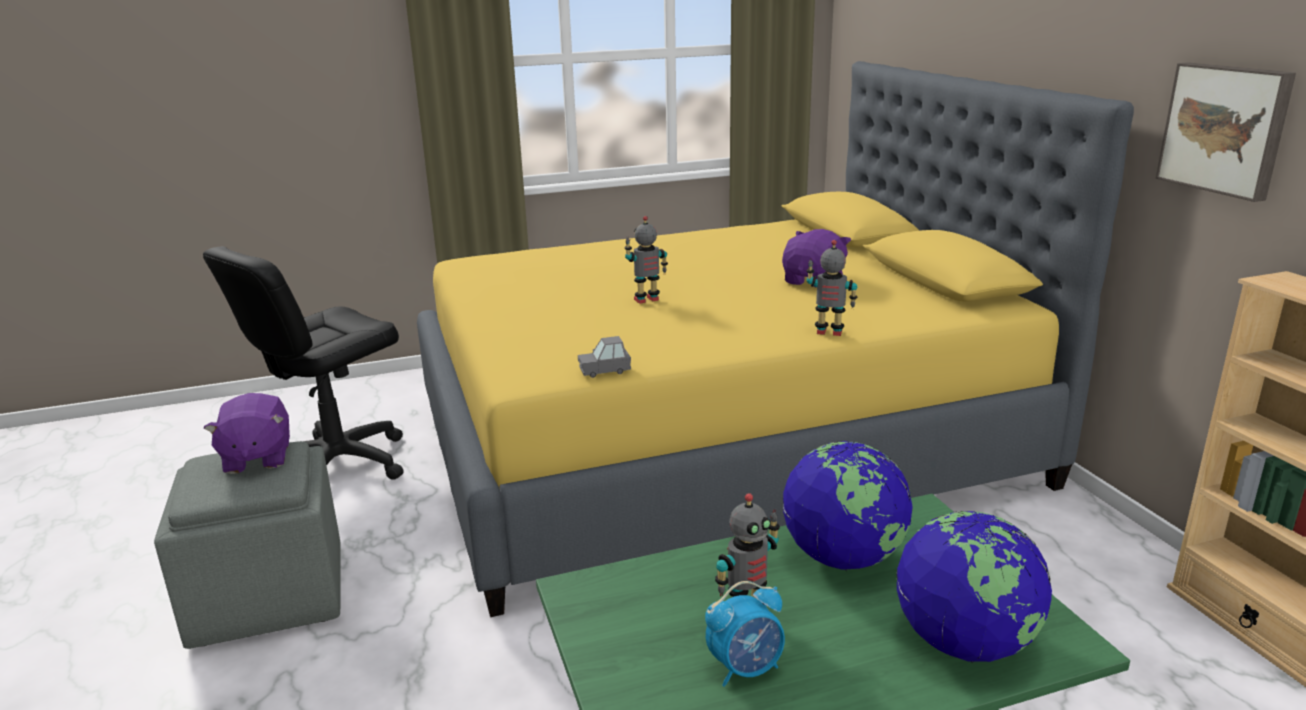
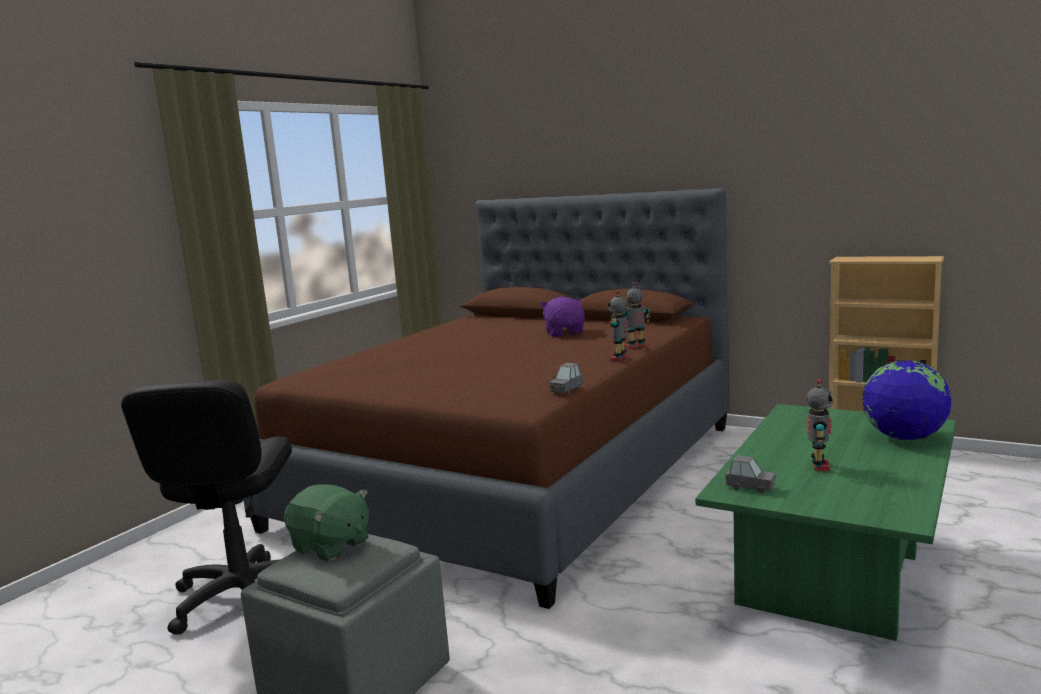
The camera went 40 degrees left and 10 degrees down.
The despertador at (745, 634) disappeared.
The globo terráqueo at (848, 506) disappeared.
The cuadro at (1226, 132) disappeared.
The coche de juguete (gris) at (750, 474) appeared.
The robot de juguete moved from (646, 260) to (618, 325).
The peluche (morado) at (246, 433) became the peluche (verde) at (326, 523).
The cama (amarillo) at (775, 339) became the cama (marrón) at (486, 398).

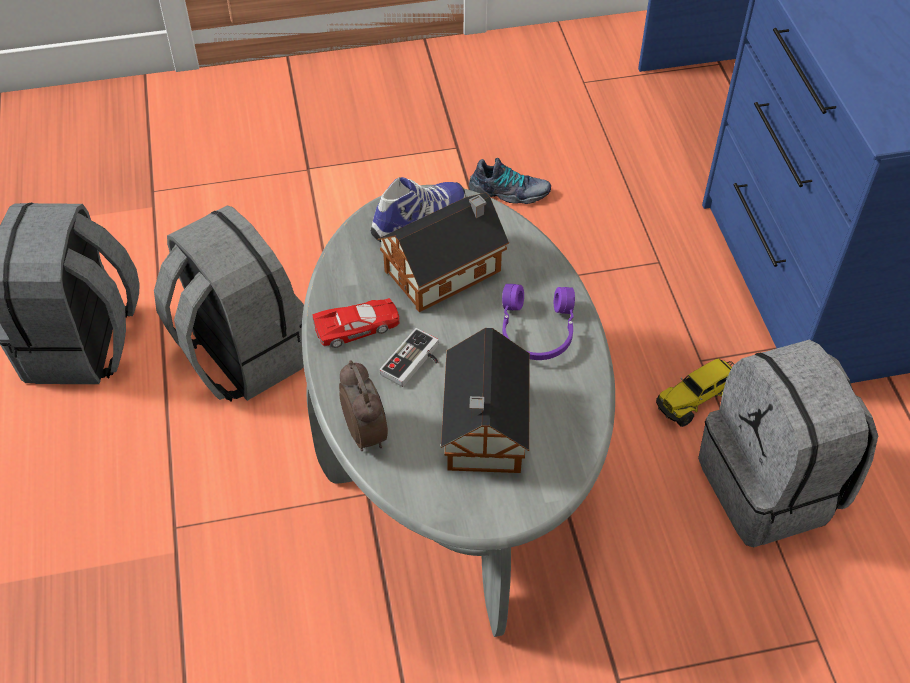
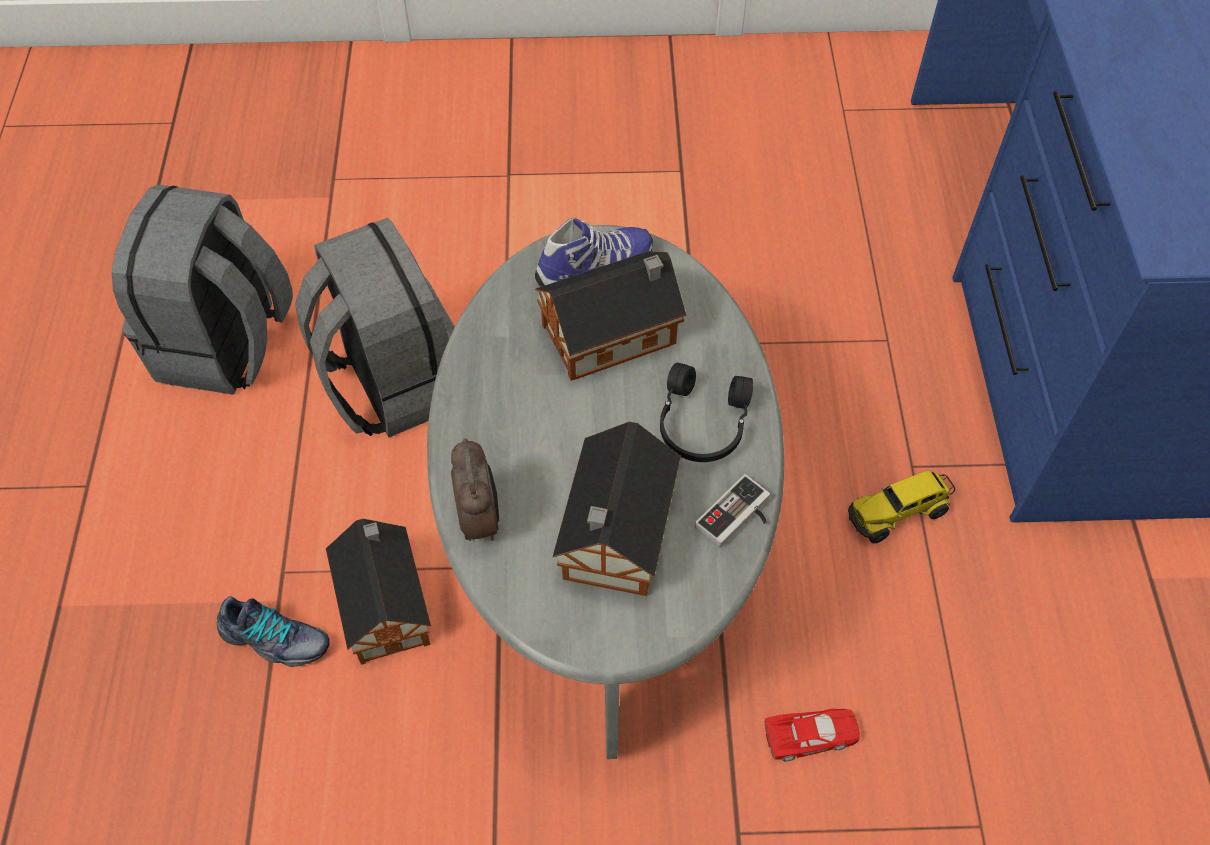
The camera went 10 degrees right and 5 degrees up.
The mochila (gris) at (788, 443) disappeared.
The casita at (378, 592) appeared.
The coche de juguete (rojo) moved from (356, 323) to (812, 735).
The mando de consola moved from (409, 357) to (732, 511).
The zapato moved from (510, 181) to (273, 631).
The auriculares (morado) at (538, 322) became the auriculares (negro) at (706, 412).

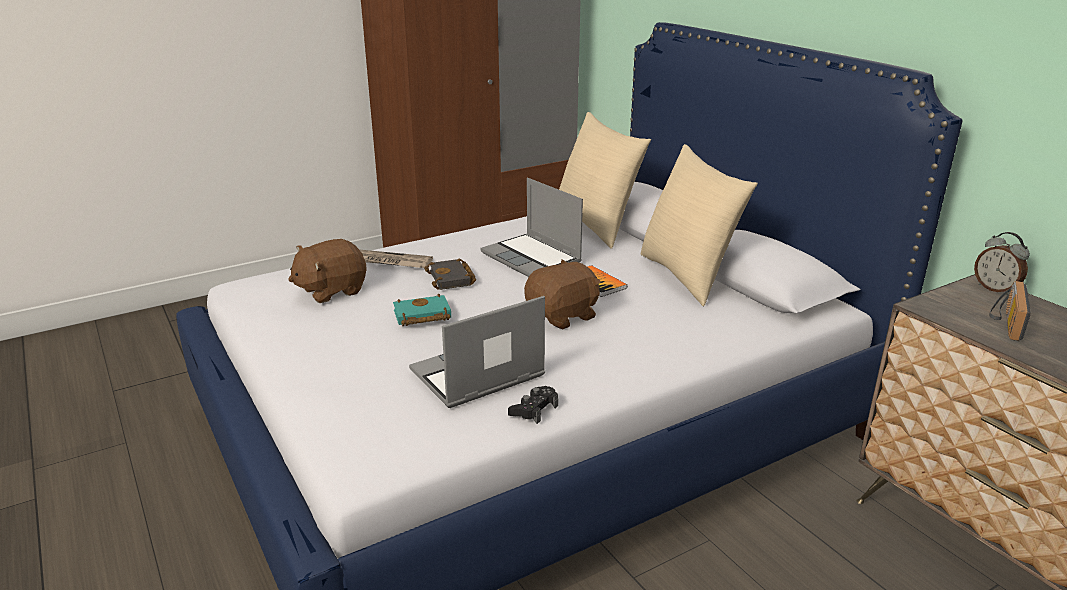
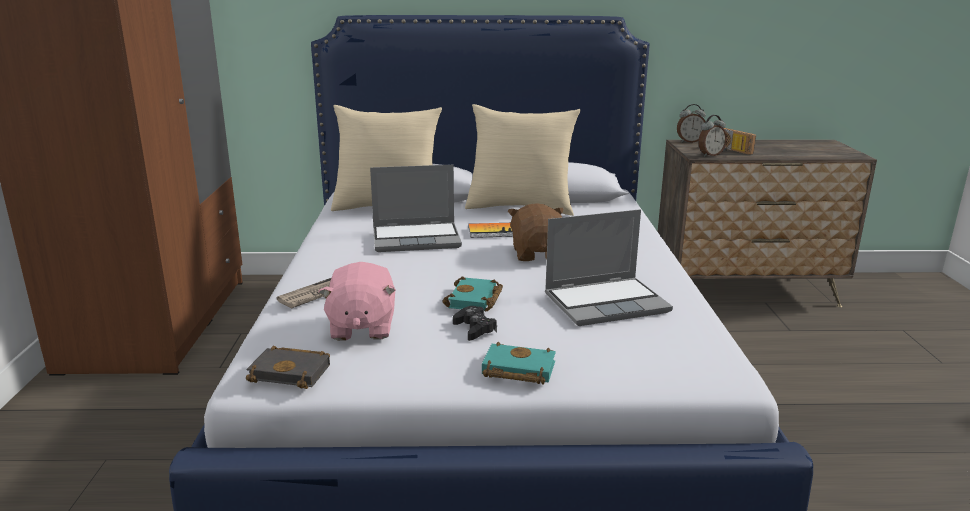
The camera went 60 degrees left and 5 degrees down.
The libro (turquesa) at (519, 363) appeared.
The despertador at (712, 136) appeared.
The libro (negro) moved from (450, 274) to (288, 367).
The mando de consola (negro) moved from (533, 405) to (475, 323).
The peluche (marrón) at (327, 271) became the peluche (rosa) at (357, 301).
The portátil at (477, 352) turned 105 degrees counterclockwise.

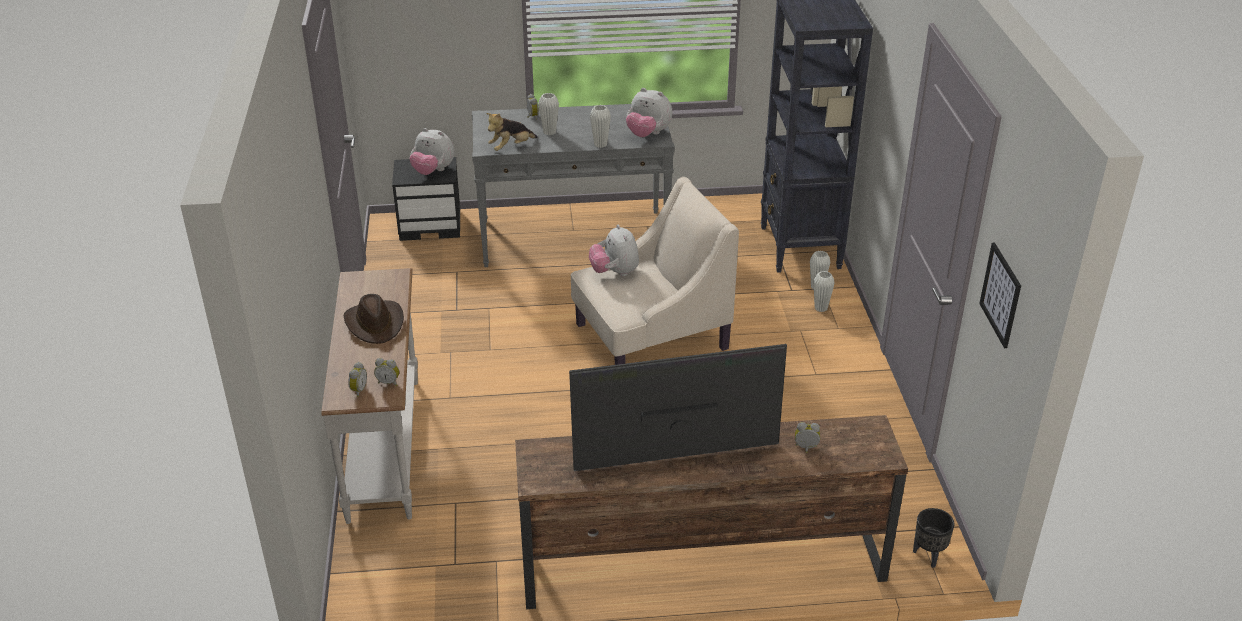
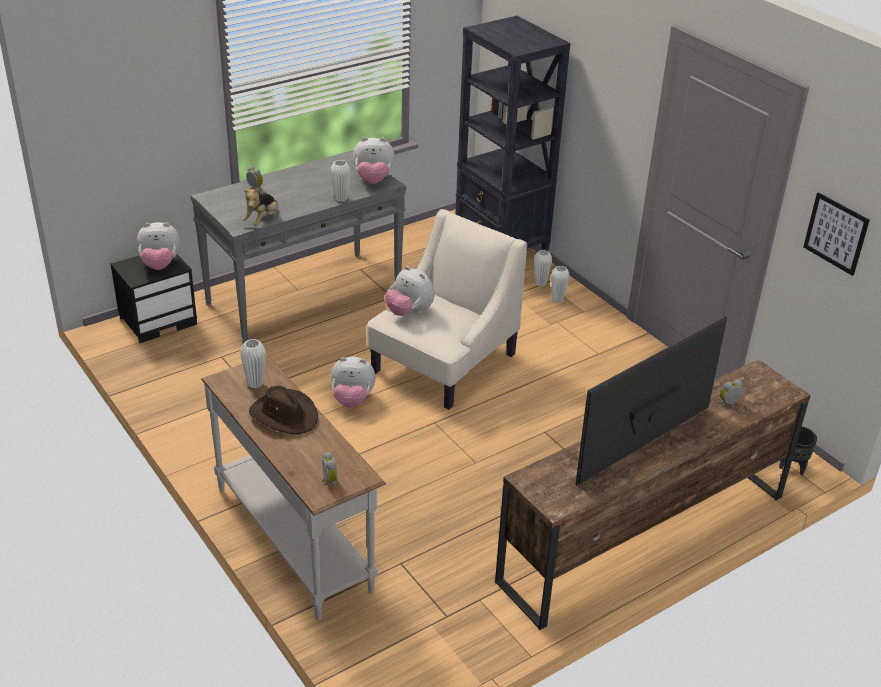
The camera went 30 degrees left and 0 degrees up.
The despertador at (386, 372) disappeared.
The peluche at (353, 382) appeared.
The florero (blanco) moved from (548, 114) to (253, 363).

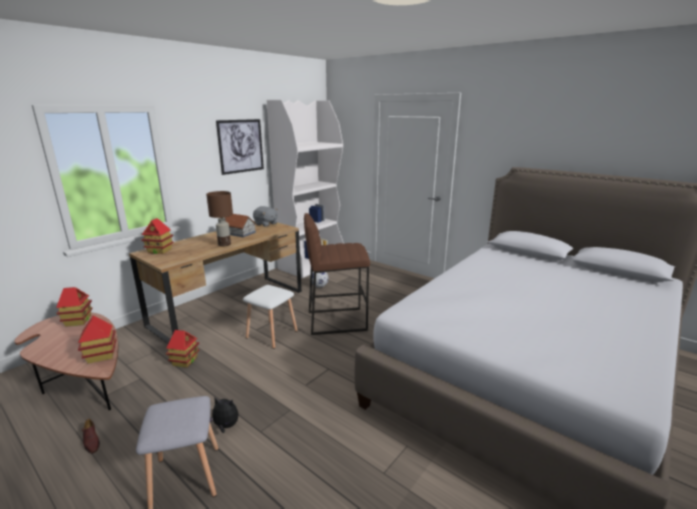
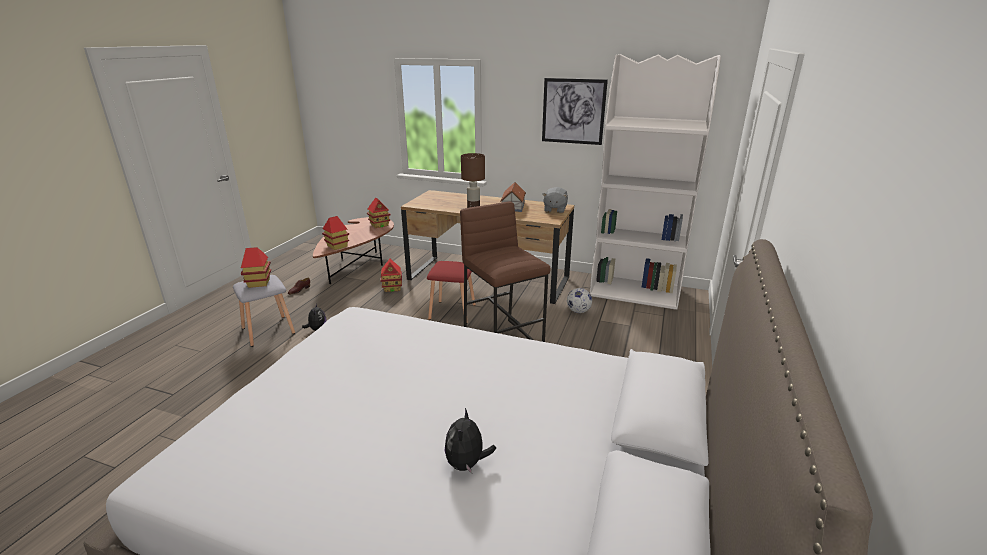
The camera went 70 degrees right and 5 degrees up.
The peluche at (470, 441) appeared.
The casita moved from (157, 236) to (256, 267).
The taburete (blanco) at (270, 317) became the taburete (rojo) at (451, 290).

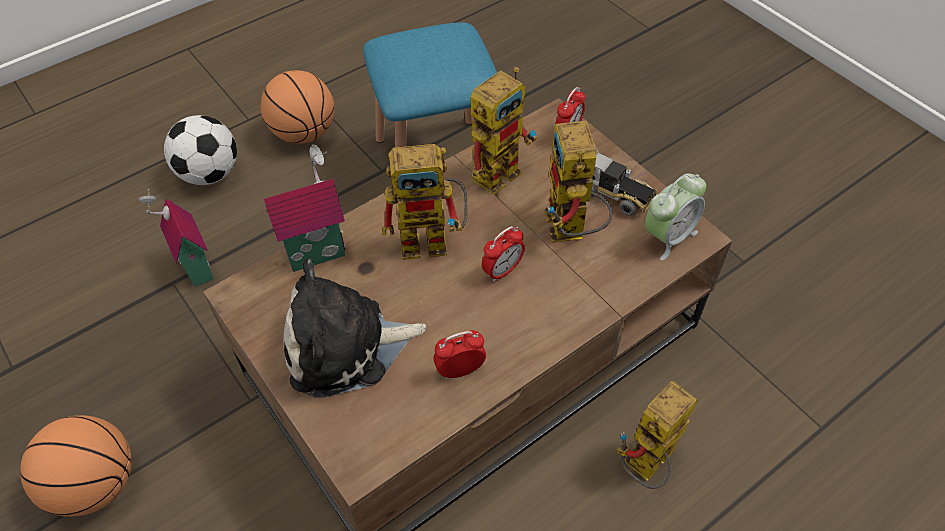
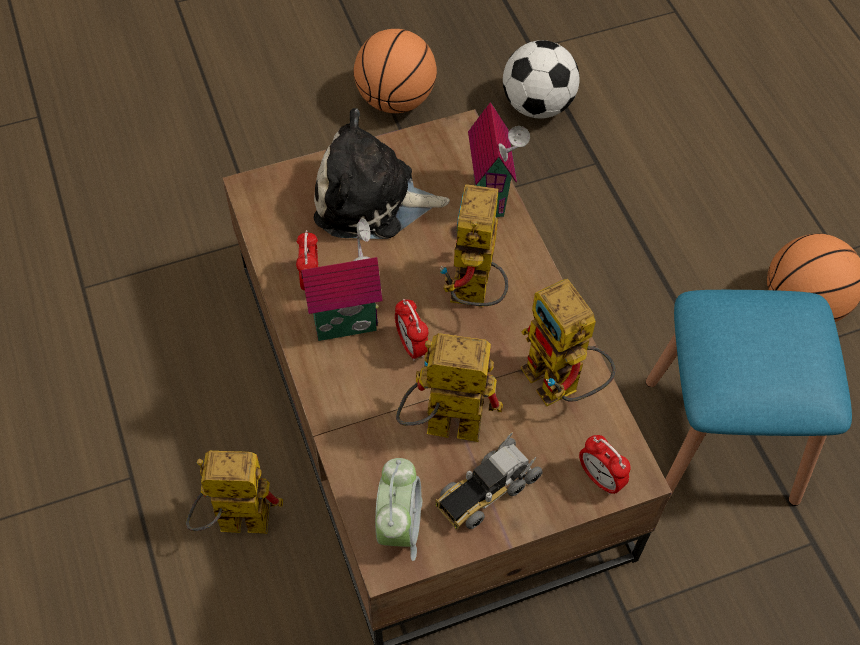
The camera went 105 degrees right and 5 degrees up.
The casita moved from (176, 238) to (342, 279).
The balón de fútbol moved from (200, 150) to (541, 79).
The peluche at (354, 328) turned 90 degrees counterclockwise.
The robot de juguete at (657, 435) turned 60 degrees counterclockwise.
The despertador at (675, 217) turned 150 degrees counterclockwise.

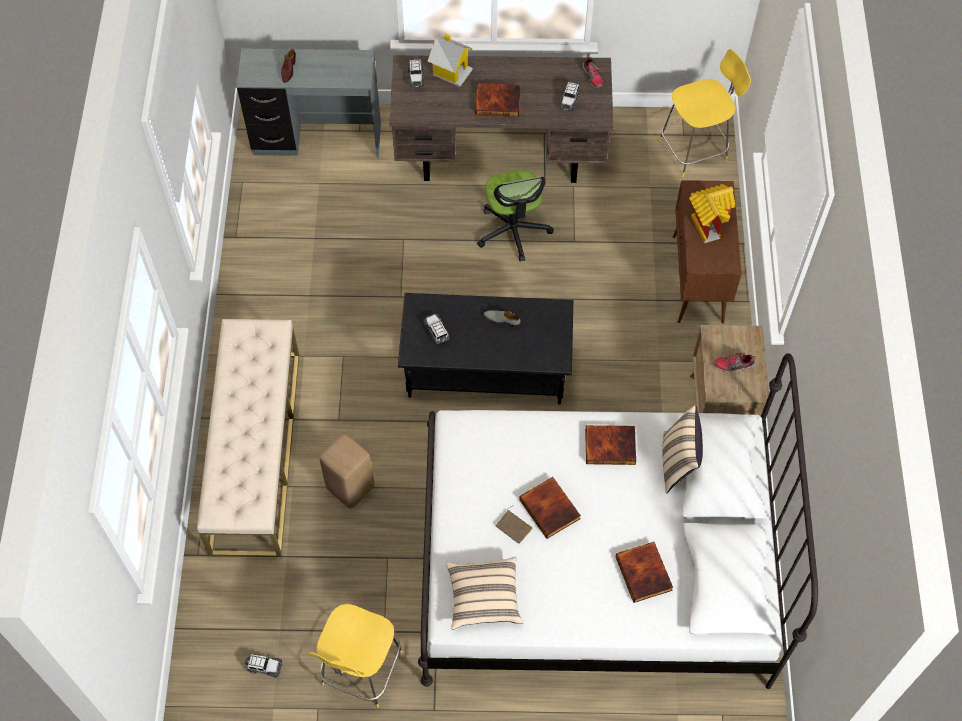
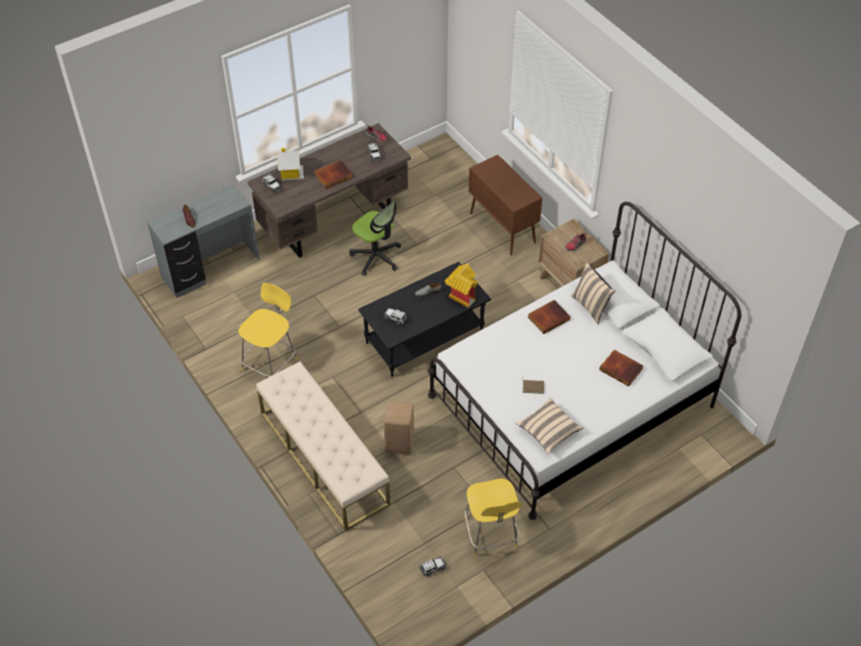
The camera went 35 degrees left and 10 degrees down.
The libro at (550, 508) disappeared.
The silla (amarillo) moved from (705, 113) to (267, 330).
The casita moved from (712, 213) to (461, 285).

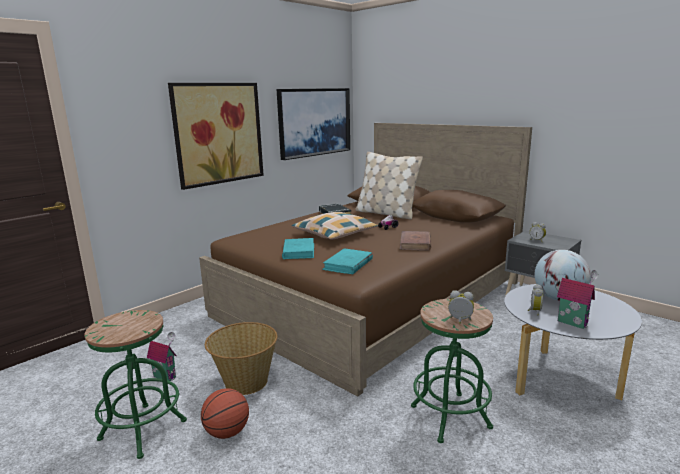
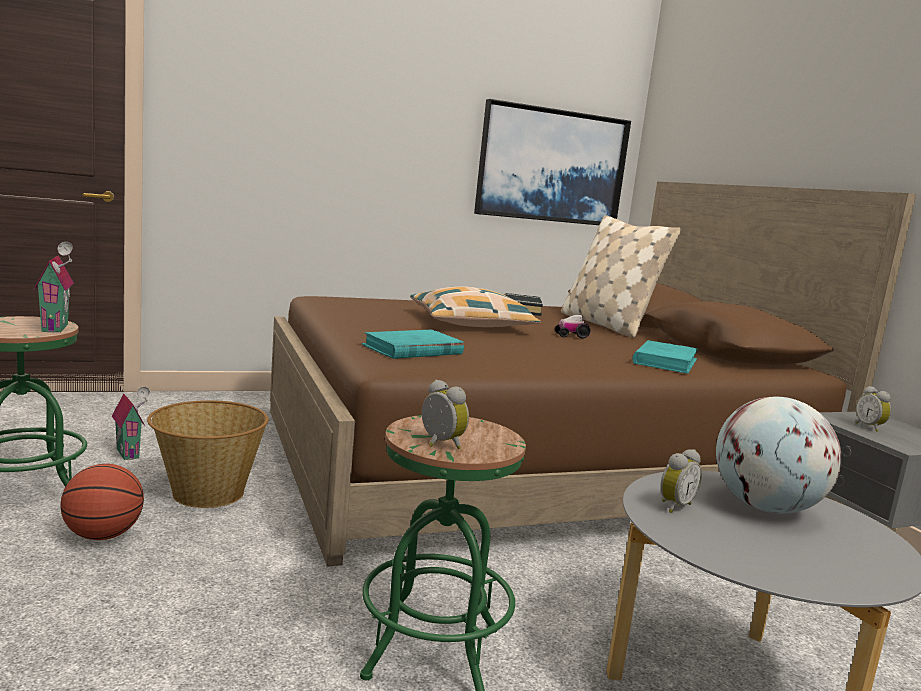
The camera went 25 degrees right and 5 degrees down.
The cuadro at (216, 136) disappeared.
The libro (marrón) at (415, 241) disappeared.
The libro (turquesa) moved from (298, 248) to (665, 357).
The casita moved from (578, 299) to (54, 287).

